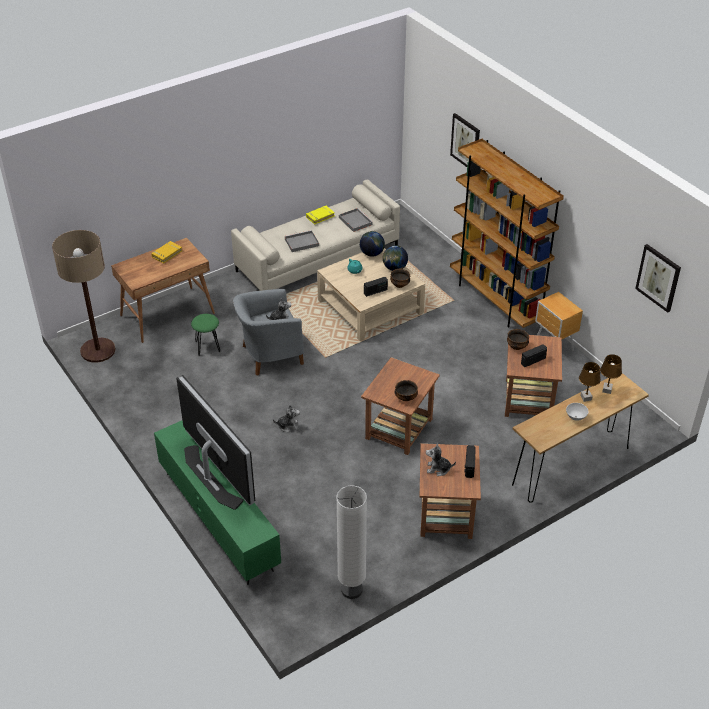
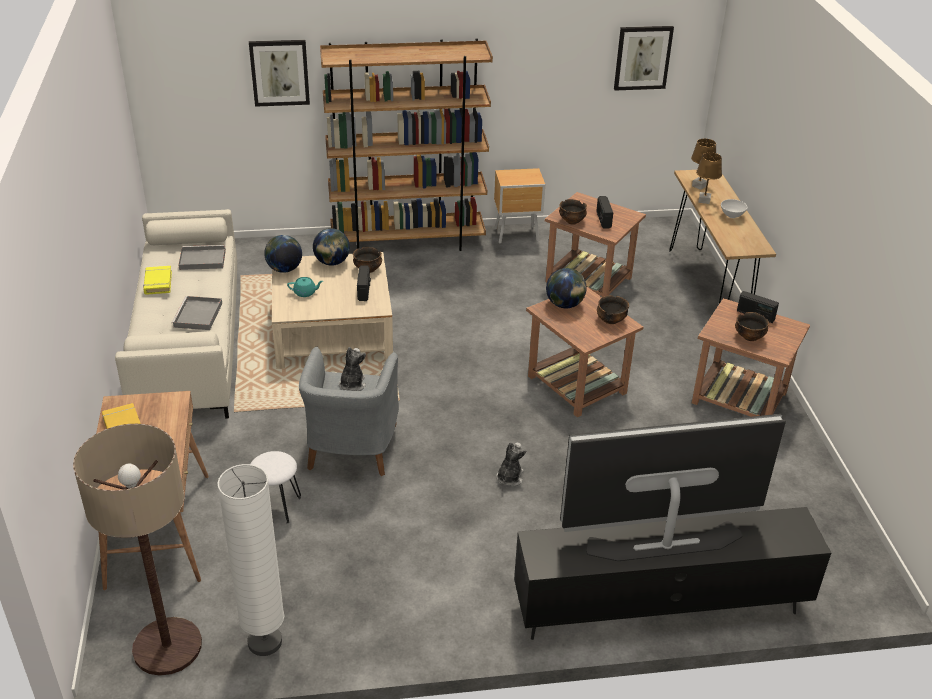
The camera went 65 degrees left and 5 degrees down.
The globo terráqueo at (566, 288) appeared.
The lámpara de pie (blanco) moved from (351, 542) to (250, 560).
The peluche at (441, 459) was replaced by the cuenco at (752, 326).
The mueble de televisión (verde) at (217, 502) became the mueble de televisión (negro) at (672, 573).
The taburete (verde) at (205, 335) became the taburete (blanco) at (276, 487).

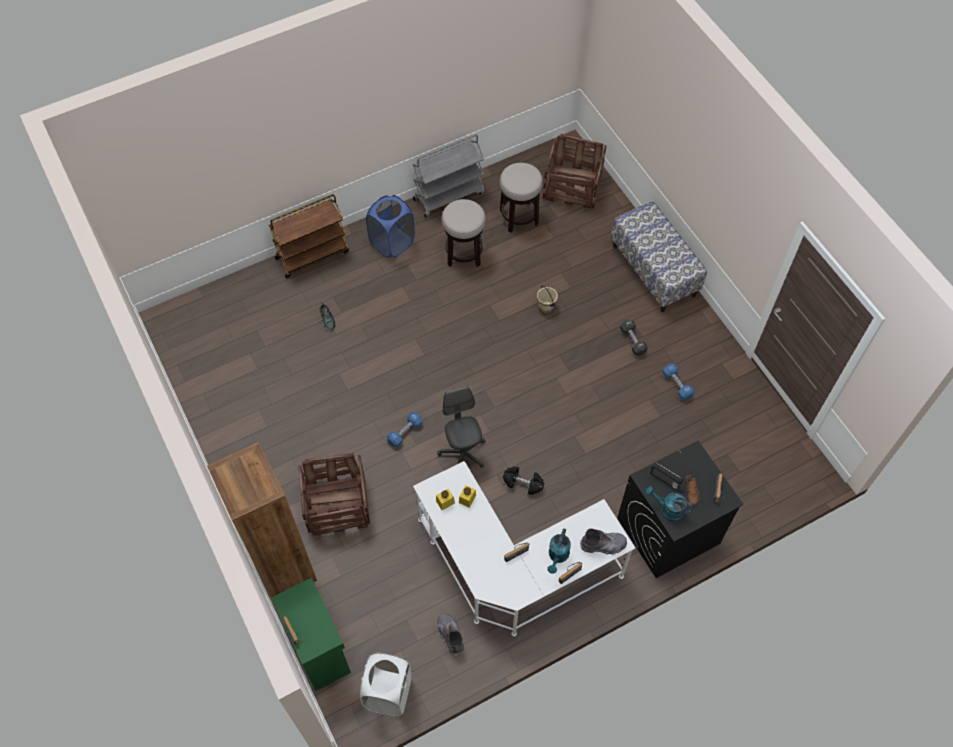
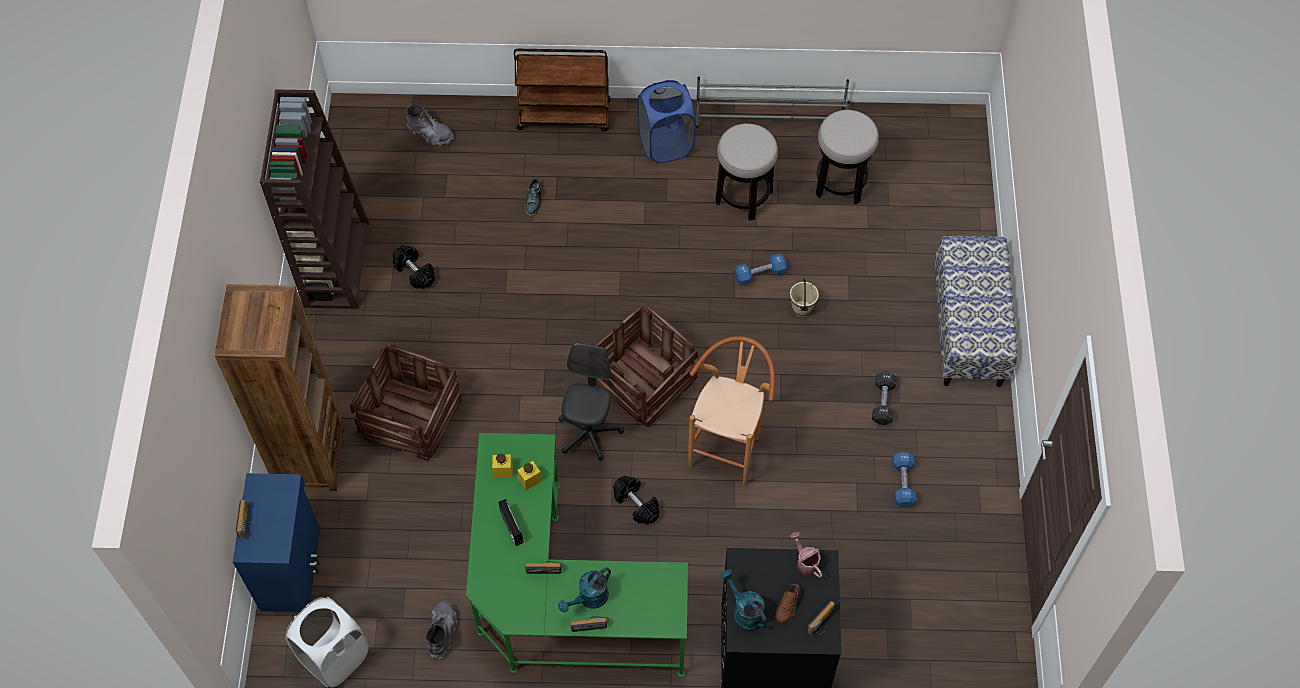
The camera went 30 degrees right and 0 degrees up.
The estantería (marrón) at (314, 199) appeared.
The mancuerna (negro) at (414, 267) appeared.
The taburete (marrón) at (731, 411) appeared.
The regadera at (806, 555) appeared.
The mancuerna (azul) moved from (404, 429) to (760, 269).
The caja de embalaje moved from (575, 171) to (646, 366).
The bota (gris) moved from (603, 541) to (430, 124).
The radio moved from (666, 476) to (510, 522).
The carrito (gris) at (448, 176) was replaced by the zapatero (gris) at (773, 102).
The armario (verde) at (311, 634) became the armario (azul) at (276, 542).
The escritorio (blanco) at (524, 548) became the escritorio (verde) at (577, 555).

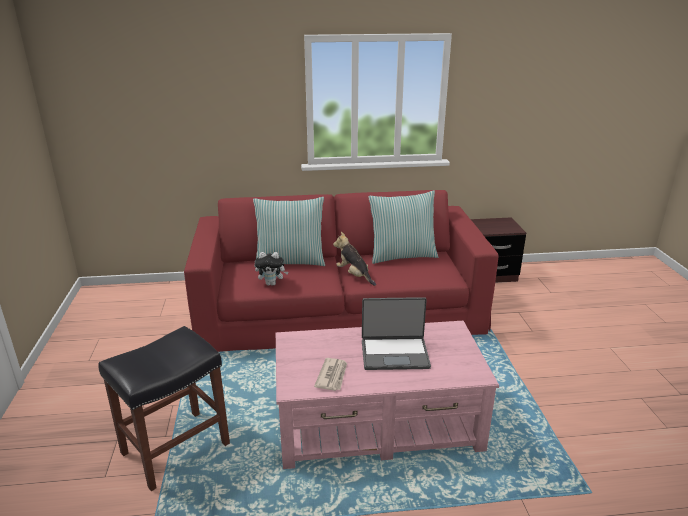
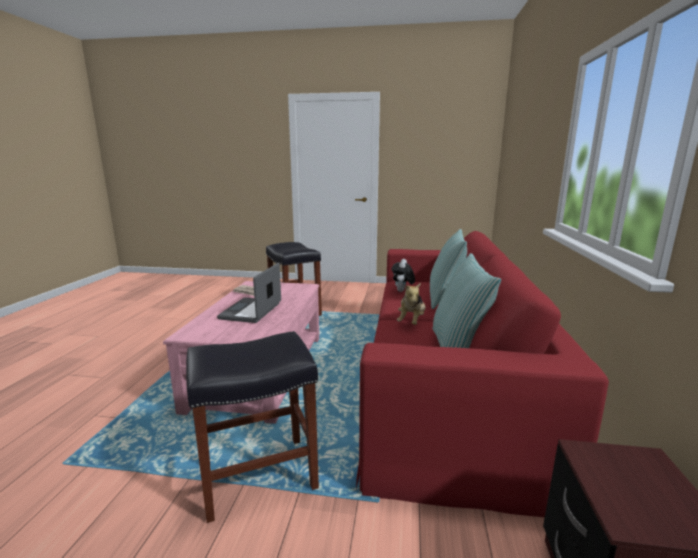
The camera went 105 degrees right and 10 degrees down.
The taburete (negro) at (252, 427) appeared.
The peluche at (354, 259) turned 135 degrees clockwise.

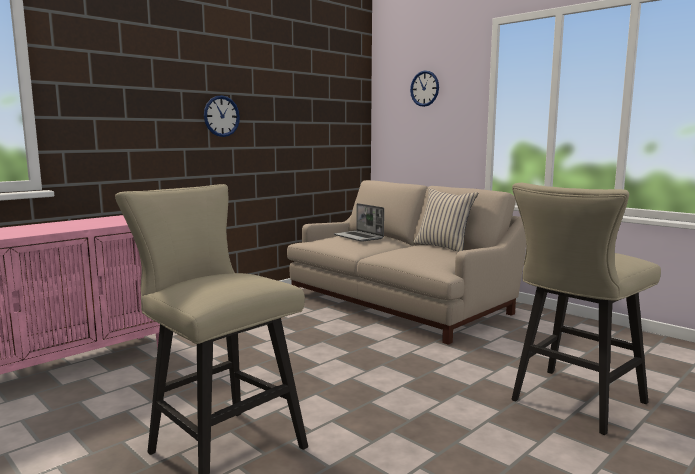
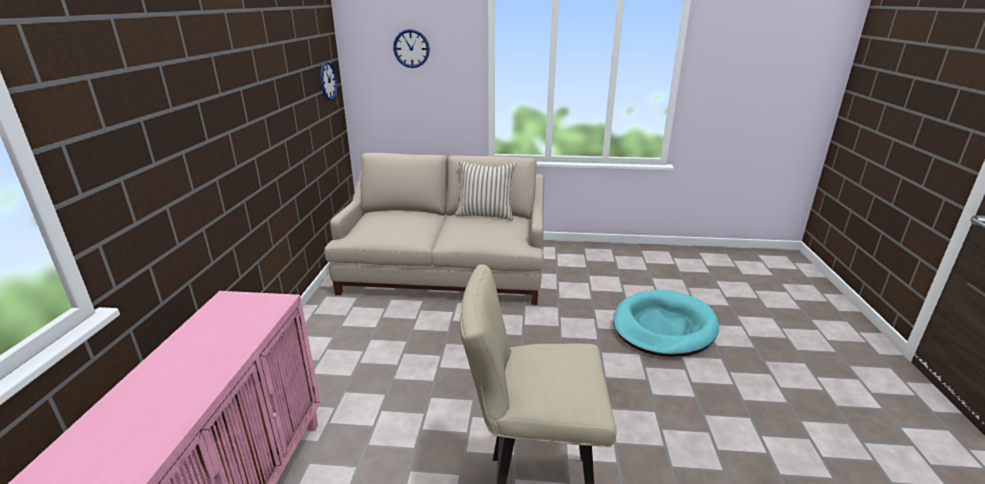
The camera went 40 degrees left and 15 degrees up.
The portátil at (359, 222) disappeared.
The reloj de pared moved from (222, 116) to (328, 80).
The taburete (beis) at (586, 309) was replaced by the cama para perro (turquesa) at (666, 323).

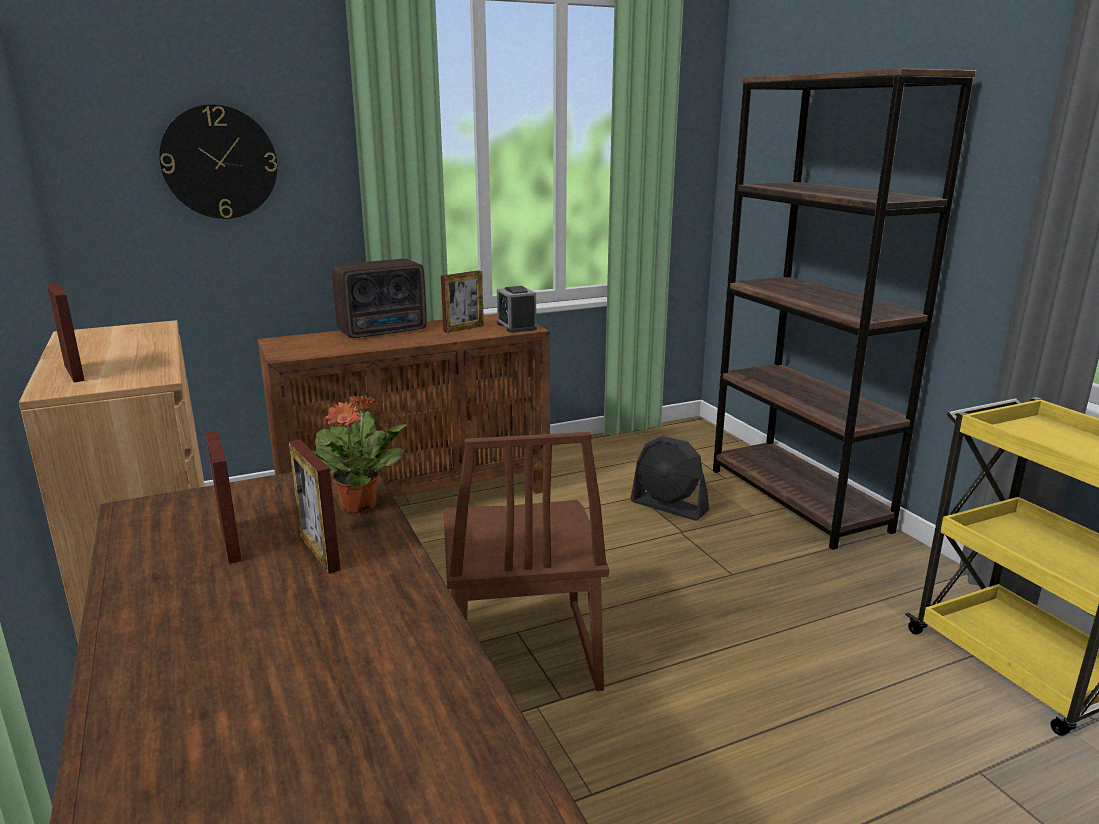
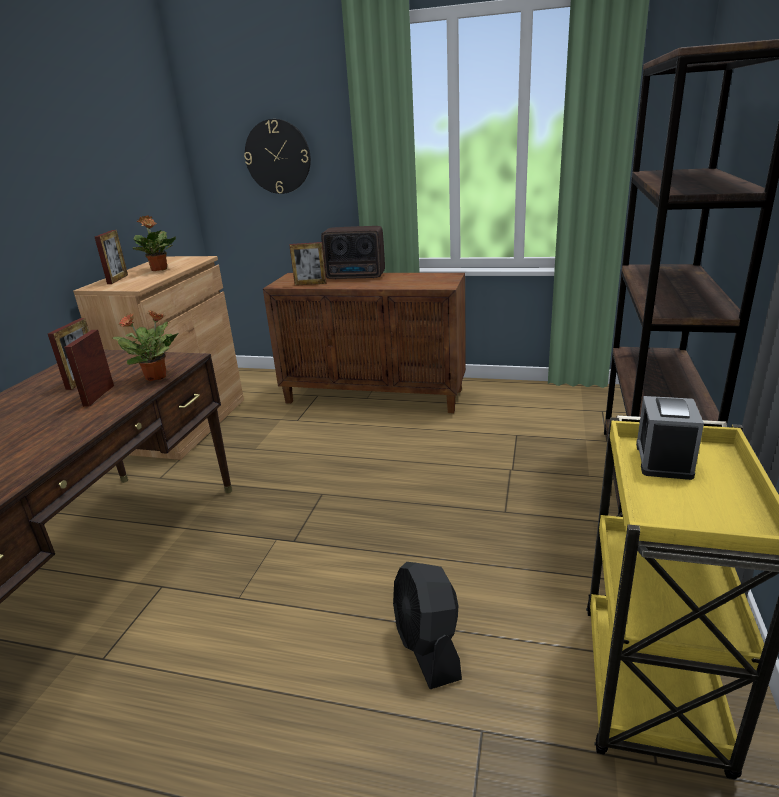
The camera went 40 degrees right and 5 degrees up.
The silla (marrón) at (526, 561) disappeared.
The planta en maceta at (154, 243) appeared.
The portarretratos moved from (462, 301) to (308, 264).
The despertador moved from (517, 309) to (670, 438).
The ventilador (negro) moved from (669, 478) to (427, 625).

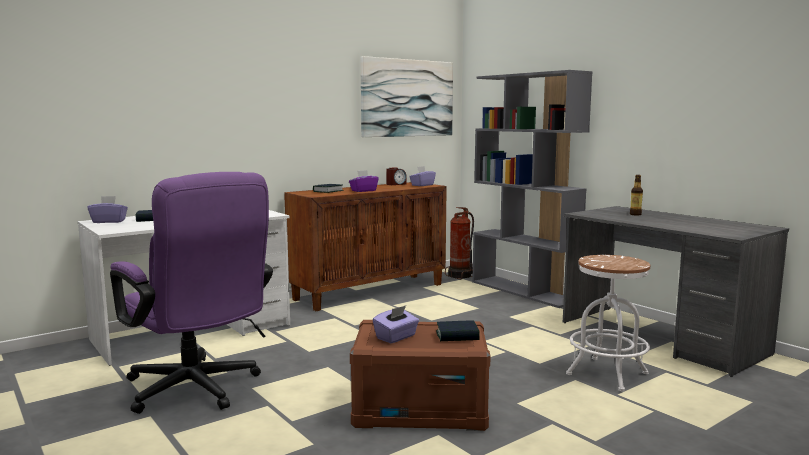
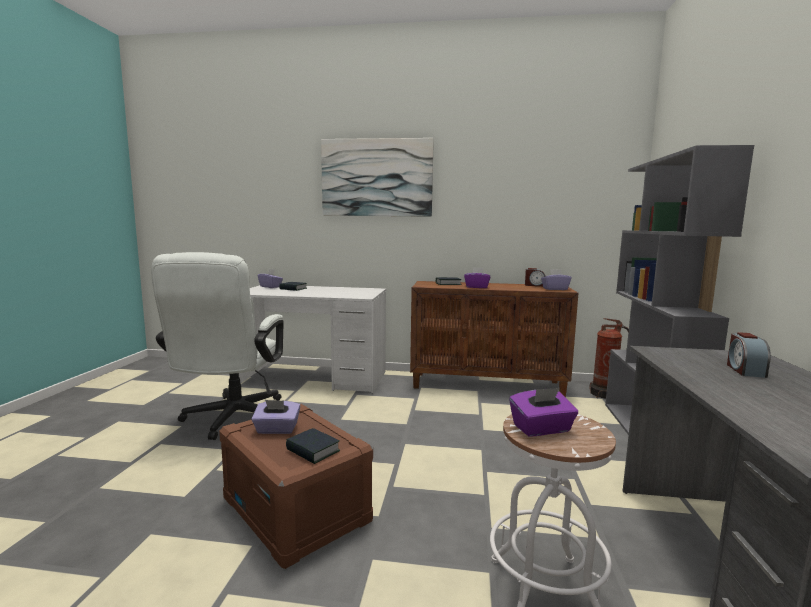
The camera went 45 degrees right and 0 degrees up.
The caja de pañuelos (morado) at (543, 412) appeared.
The cuadro moved from (407, 96) to (377, 177).
The botella at (636, 195) was replaced by the despertador at (749, 355).
The silla de oficina (morado) at (191, 293) became the silla de oficina (blanco) at (217, 346).

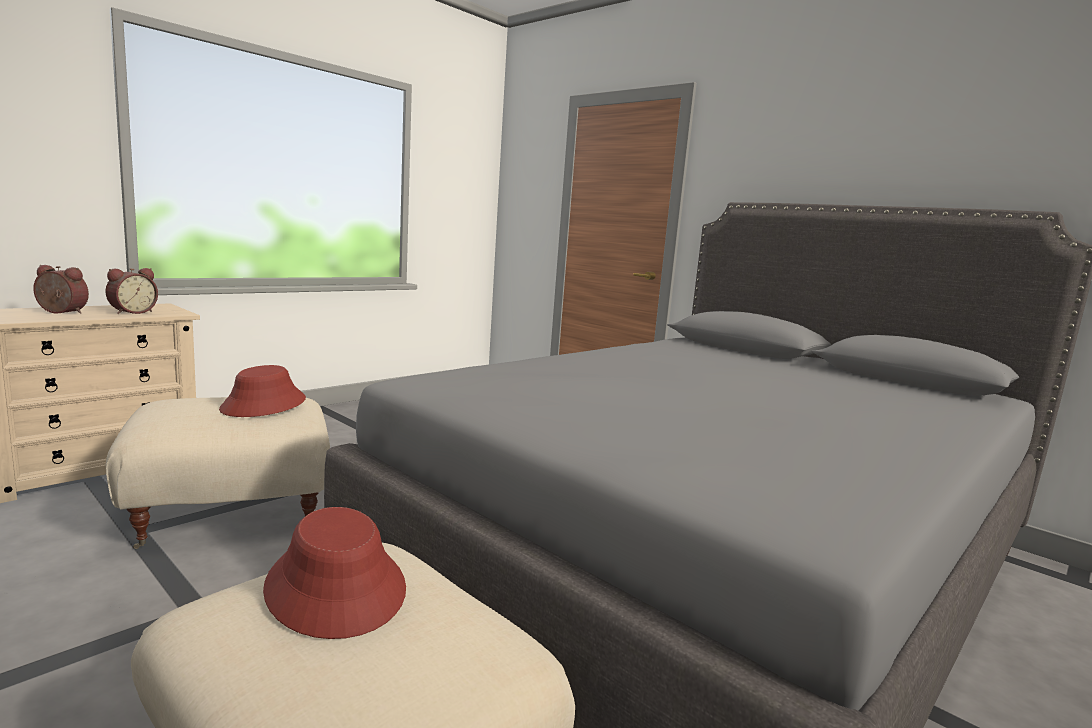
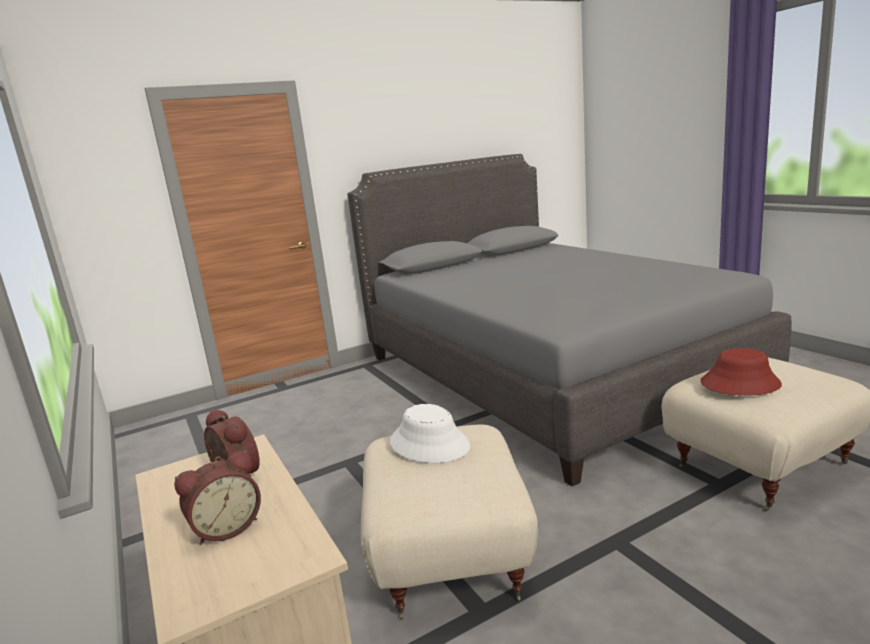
The camera went 70 degrees left and 5 degrees up.
The sombrero (rojo) at (262, 391) became the sombrero (blanco) at (430, 433).
The despertador at (61, 289) turned 150 degrees counterclockwise.

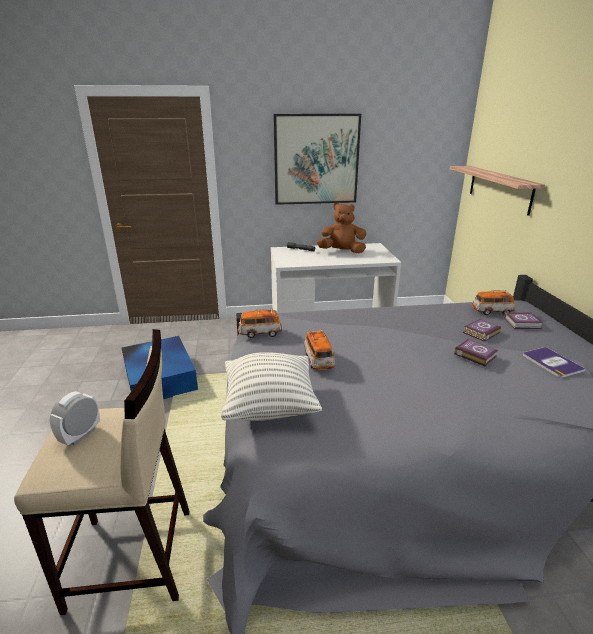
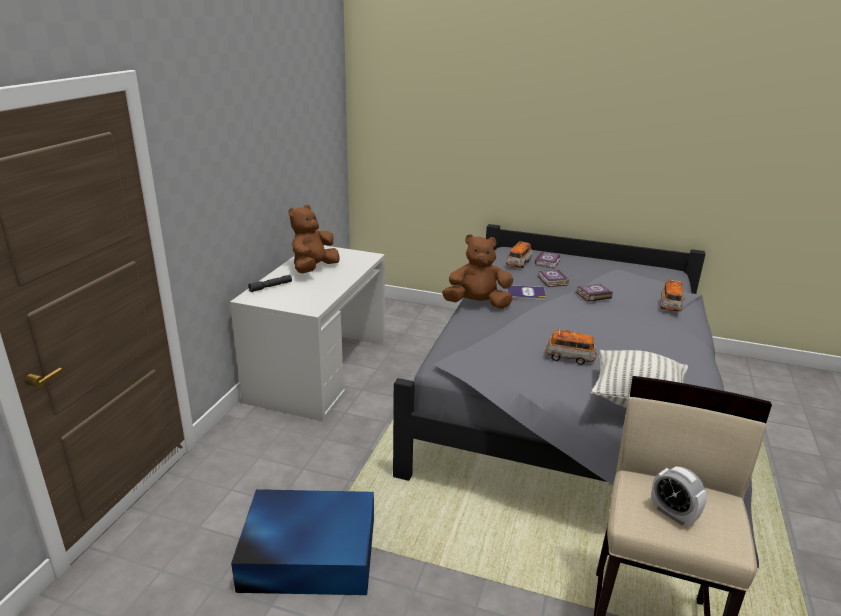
The camera went 65 degrees left and 0 degrees up.
The cuadro at (317, 159) disappeared.
The estante at (497, 191) disappeared.
The peluche (marrón) at (477, 271) appeared.
The coche de juguete moved from (260, 323) to (673, 295).
The libro moved from (554, 362) to (526, 292).

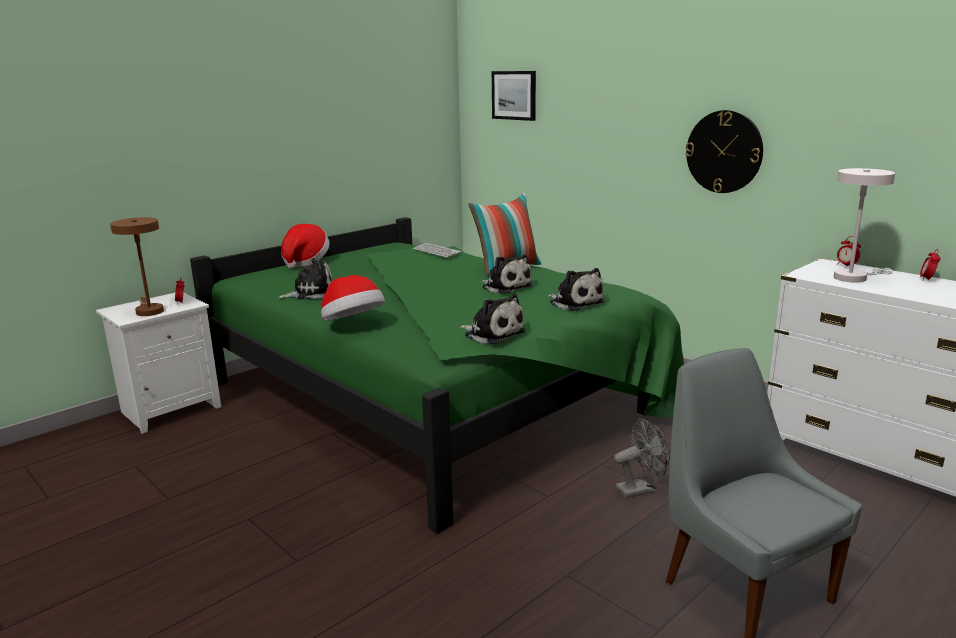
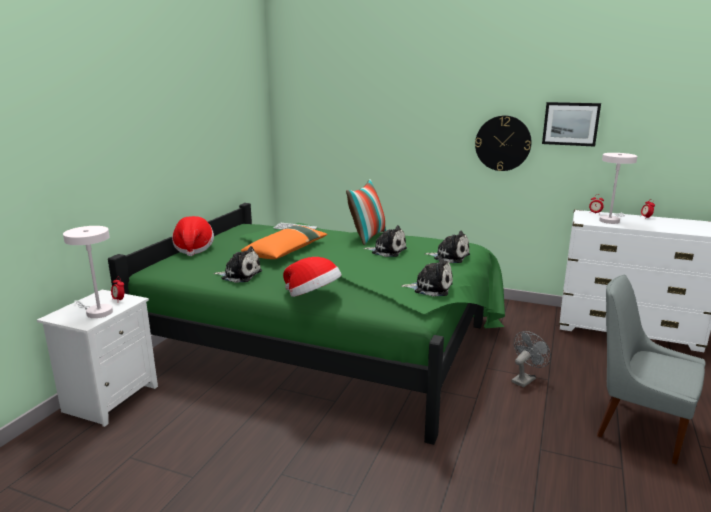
The camera went 25 degrees left and 0 degrees up.
The cojín (naranja) at (284, 242) appeared.
The cuadro moved from (514, 96) to (571, 124).
The lámpara de mesa (marrón) at (137, 266) became the lámpara de mesa (blanco) at (88, 272).
The peluche at (305, 278) turned 60 degrees clockwise.

